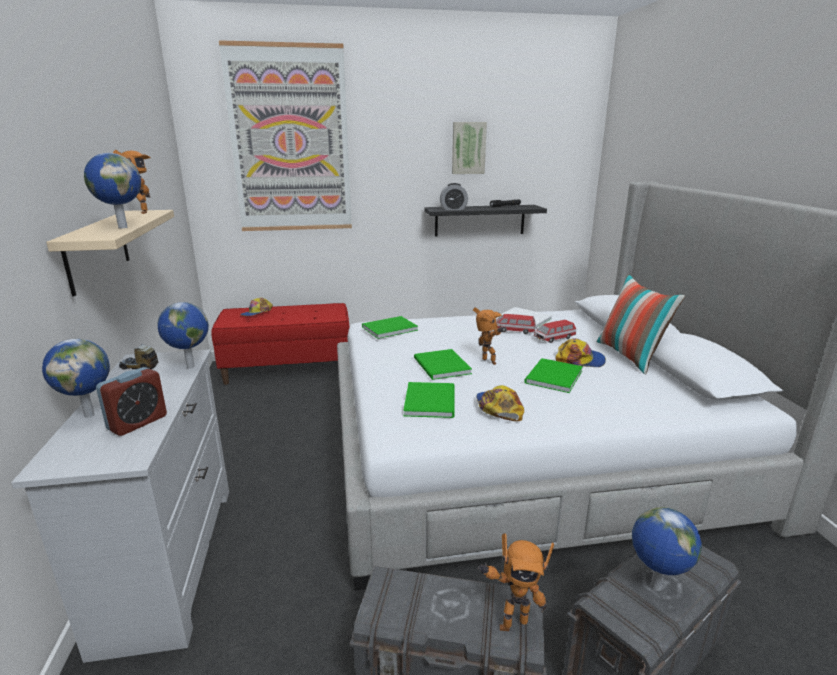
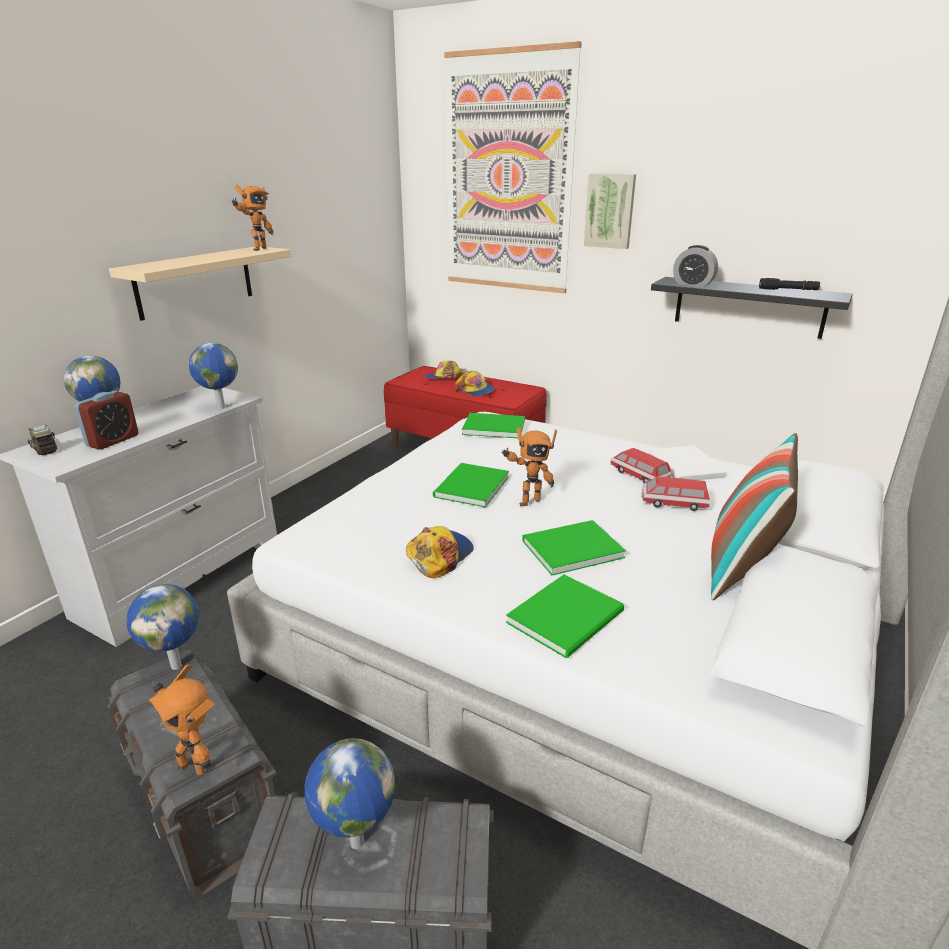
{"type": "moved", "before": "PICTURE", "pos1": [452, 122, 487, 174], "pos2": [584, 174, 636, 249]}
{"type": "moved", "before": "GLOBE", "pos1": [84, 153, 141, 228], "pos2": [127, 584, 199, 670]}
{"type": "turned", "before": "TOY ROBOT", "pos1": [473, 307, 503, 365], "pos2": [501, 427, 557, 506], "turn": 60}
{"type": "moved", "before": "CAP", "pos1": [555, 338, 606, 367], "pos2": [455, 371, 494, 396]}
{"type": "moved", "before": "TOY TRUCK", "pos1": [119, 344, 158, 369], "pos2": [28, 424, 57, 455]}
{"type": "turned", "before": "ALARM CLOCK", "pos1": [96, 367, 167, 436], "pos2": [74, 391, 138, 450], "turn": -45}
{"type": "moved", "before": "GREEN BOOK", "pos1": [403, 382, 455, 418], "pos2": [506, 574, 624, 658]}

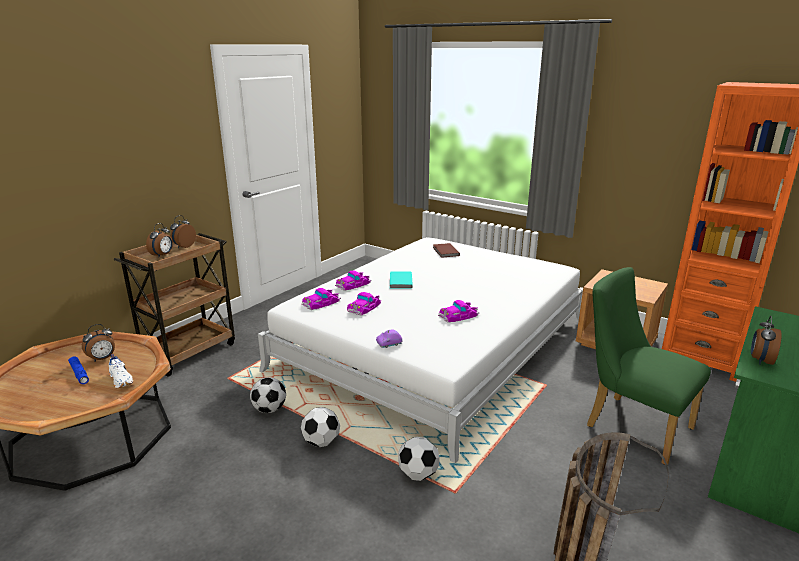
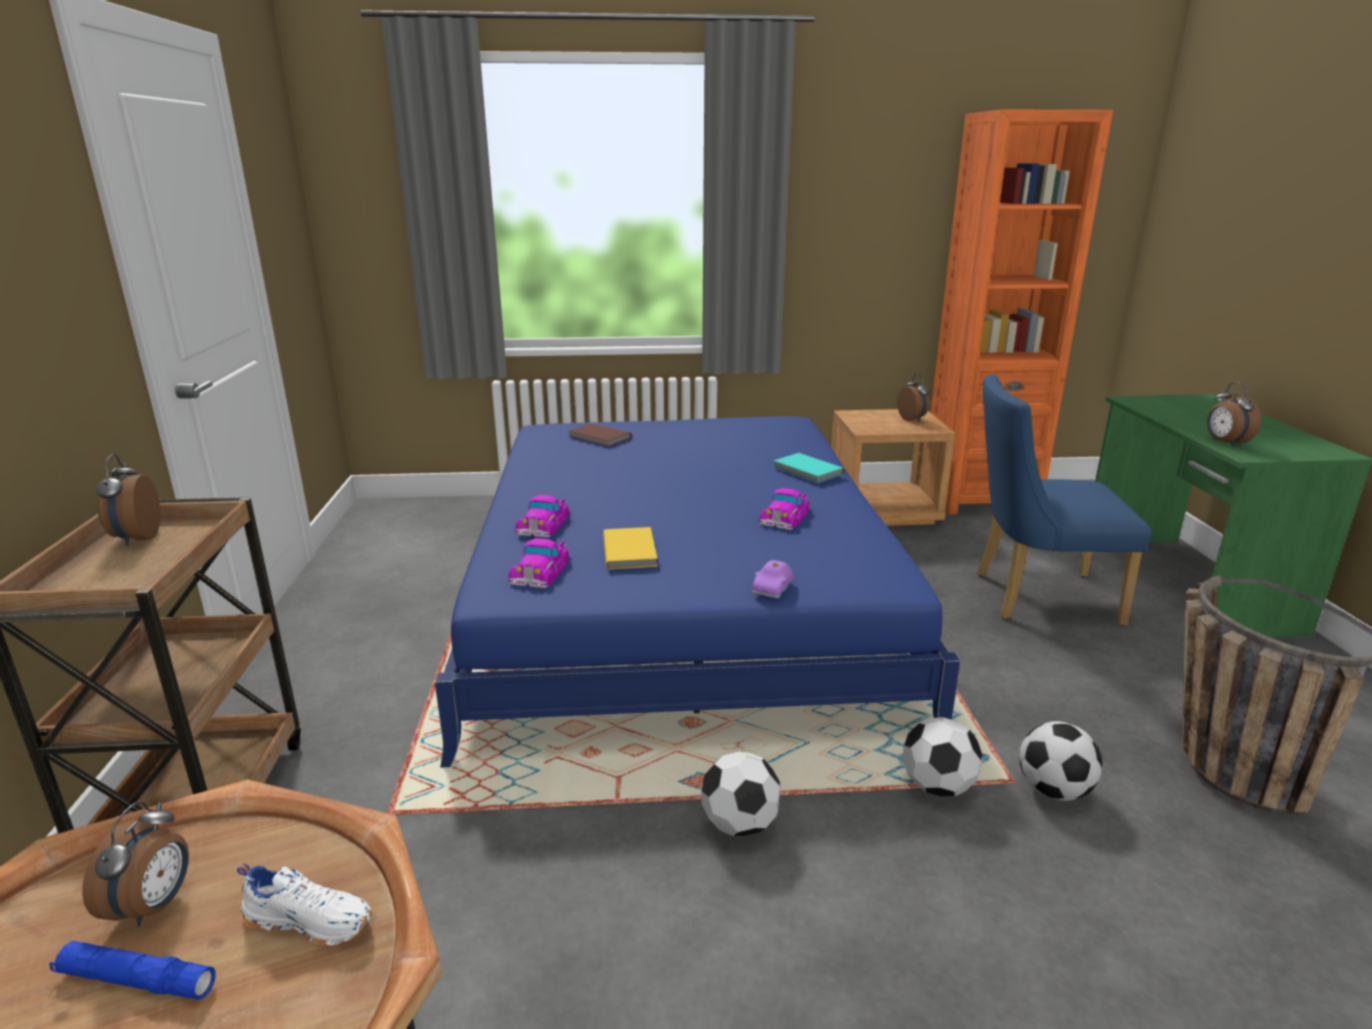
{"type": "moved", "before": "ALARM CLOCK", "pos1": [146, 223, 173, 258], "pos2": [897, 374, 929, 422]}
{"type": "recoloured", "before": "WHITE BED", "after": "BLUE BED", "pos1": [258, 237, 583, 463], "pos2": [435, 416, 961, 767]}
{"type": "recoloured", "before": "GREEN CHAIR", "after": "BLUE CHAIR", "pos1": [587, 267, 711, 465], "pos2": [977, 374, 1152, 626]}
{"type": "moved", "before": "TURQUOISE BOOK", "pos1": [390, 271, 413, 288], "pos2": [773, 453, 844, 483]}
{"type": "replaced", "before": "TOY CAR", "after": "YELLOW BOOK", "pos1": [347, 292, 381, 315], "pos2": [603, 527, 658, 570]}
{"type": "moved", "before": "FOOTBALL", "pos1": [250, 377, 286, 413], "pos2": [1020, 721, 1102, 801]}

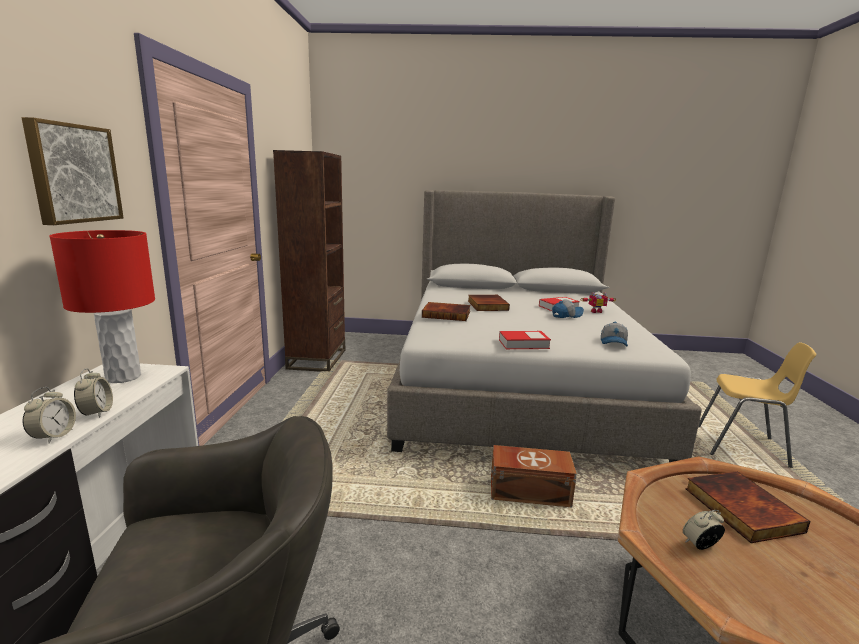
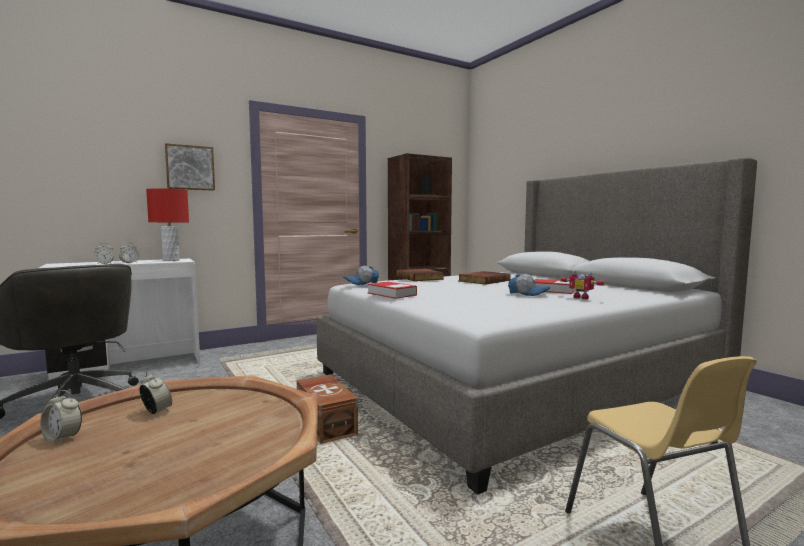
{"type": "moved", "before": "CAP", "pos1": [601, 322, 628, 347], "pos2": [343, 266, 379, 285]}
{"type": "removed", "before": "BOOK", "pos1": [685, 471, 811, 543]}
{"type": "added", "after": "ALARM CLOCK", "pos2": [40, 390, 82, 444]}

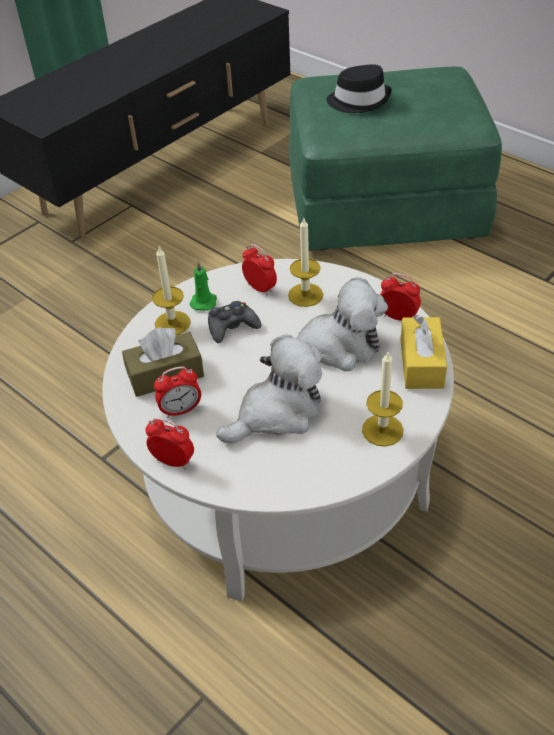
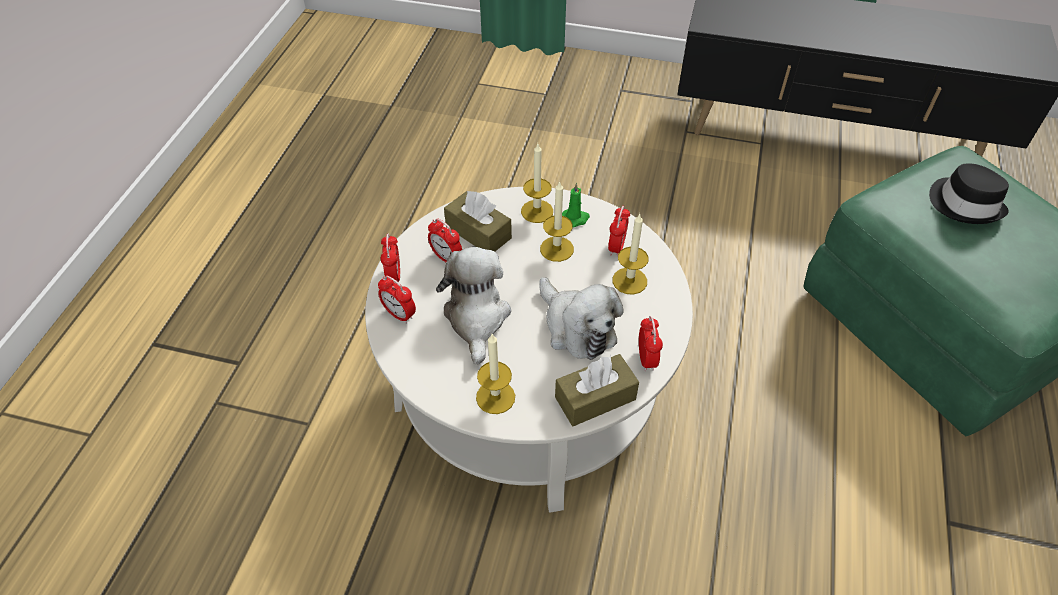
{"type": "replaced", "before": "BLACK GAME CONTROLLER", "after": "CANDLE", "pos1": [208, 301, 261, 343], "pos2": [540, 181, 574, 262]}
{"type": "recoloured", "before": "YELLOW TISSUE BOX", "after": "BROWN TISSUE BOX", "pos1": [400, 315, 447, 389], "pos2": [555, 354, 639, 426]}
{"type": "turned", "before": "PLUSH TOY", "pos1": [216, 334, 322, 444], "pos2": [436, 247, 511, 365], "turn": -120}
{"type": "added", "after": "ALARM CLOCK", "pos2": [378, 276, 416, 324]}

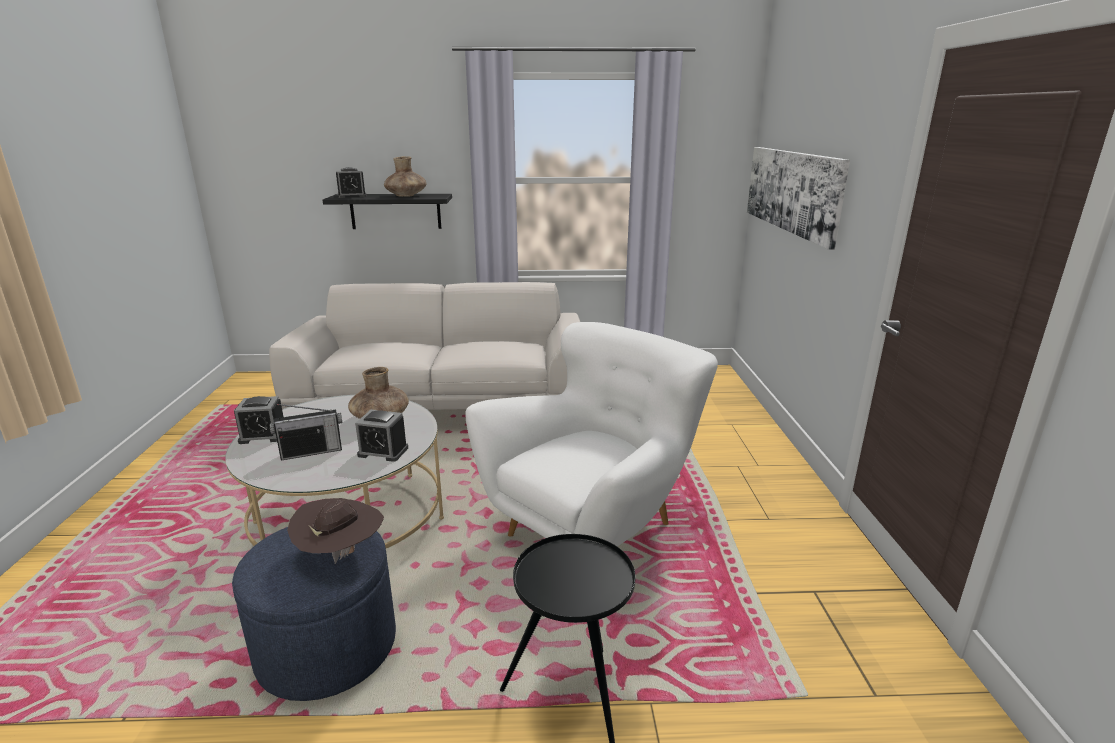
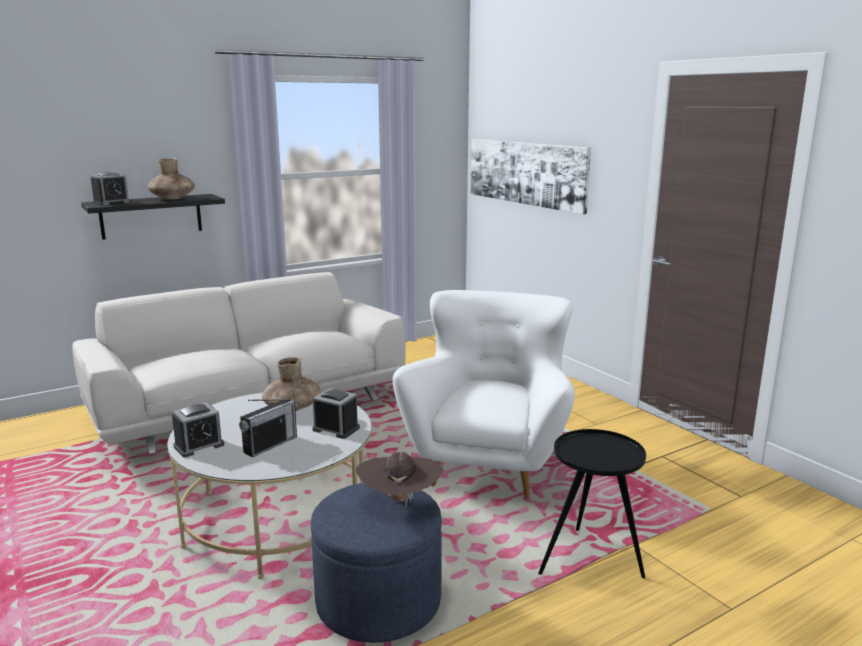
{"type": "turned", "before": "ALARM CLOCK", "pos1": [355, 410, 408, 462], "pos2": [312, 388, 360, 439], "turn": -135}

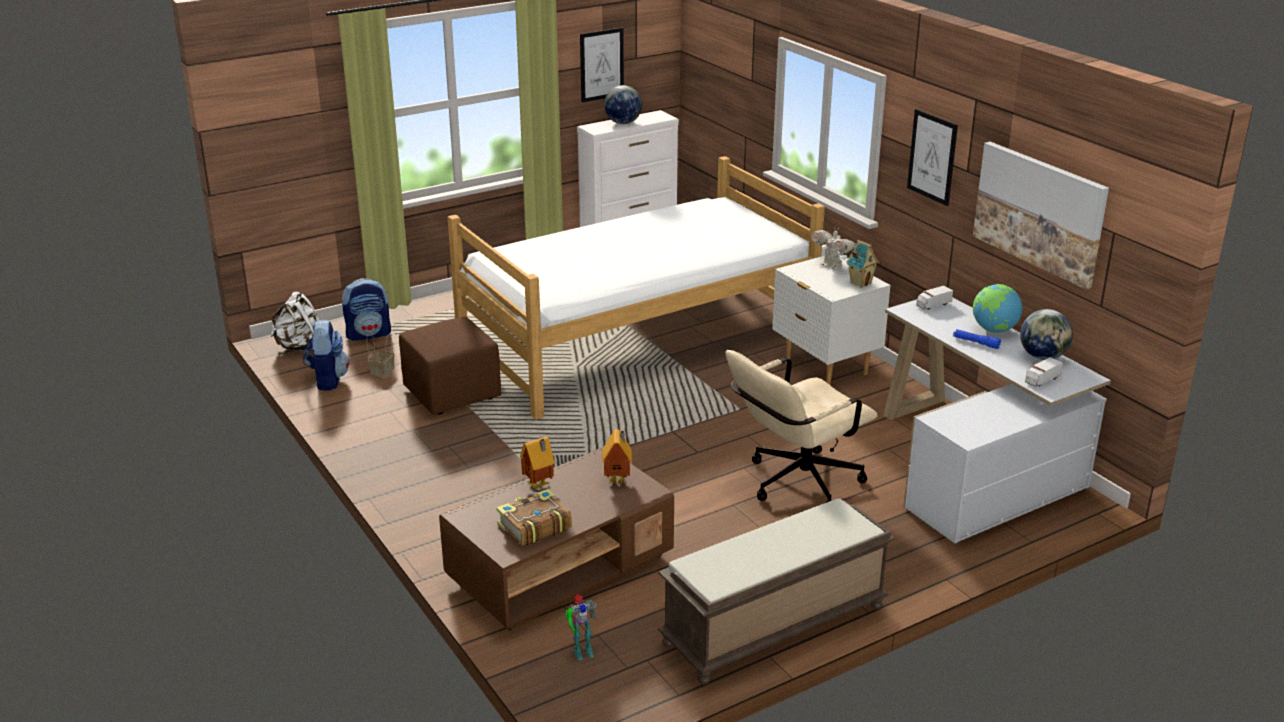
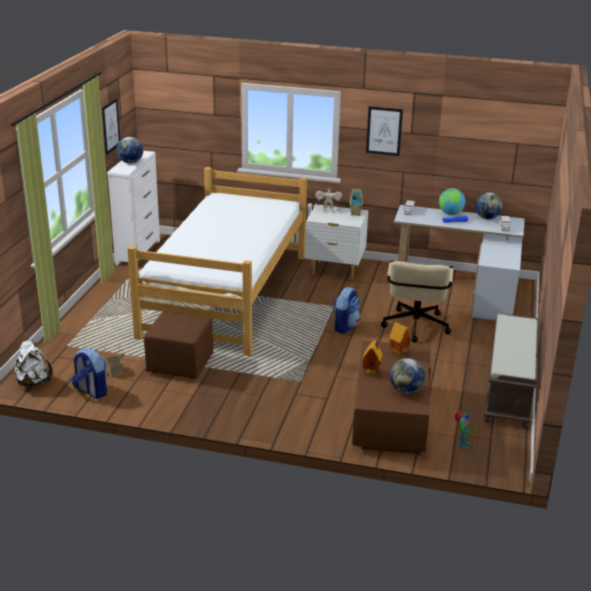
{"type": "removed", "before": "PICTURE", "pos1": [973, 142, 1109, 289]}
{"type": "moved", "before": "BACKPACK", "pos1": [342, 278, 391, 341], "pos2": [333, 287, 360, 334]}
{"type": "replaced", "before": "BOOK", "after": "GLOBE", "pos1": [496, 489, 572, 546], "pos2": [390, 358, 425, 394]}

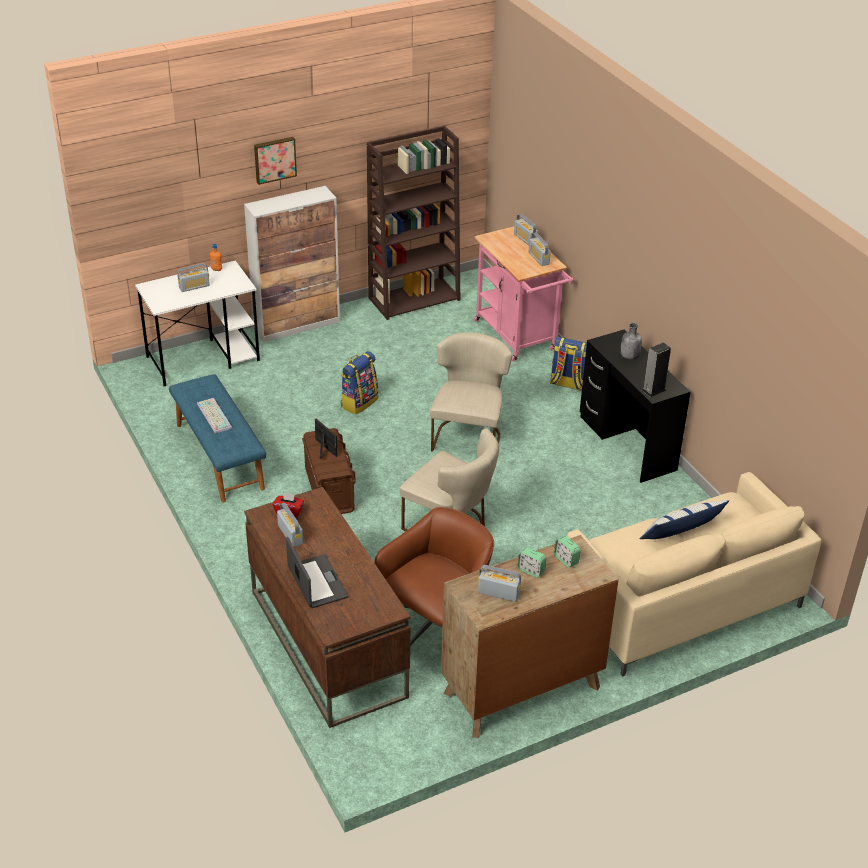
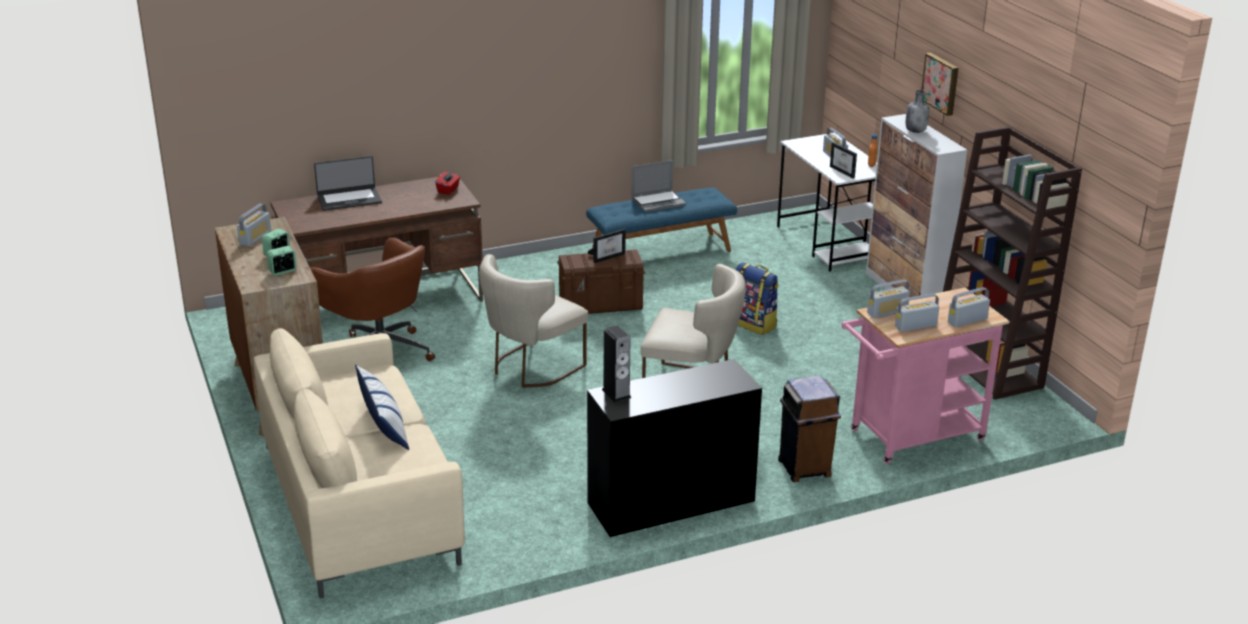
{"type": "moved", "before": "GREY BOTTLE", "pos1": [621, 323, 642, 360], "pos2": [906, 90, 929, 133]}
{"type": "replaced", "before": "BACKPACK", "after": "BROWN TRASH CAN", "pos1": [550, 337, 587, 391], "pos2": [778, 375, 841, 482]}
{"type": "replaced", "before": "KEYBOARD", "after": "LAPTOP", "pos1": [197, 398, 232, 433], "pos2": [631, 160, 686, 212]}
{"type": "moved", "before": "RADIO", "pos1": [277, 503, 303, 547], "pos2": [867, 279, 910, 318]}
{"type": "added", "after": "PICTURE FRAME", "pos2": [830, 142, 857, 179]}

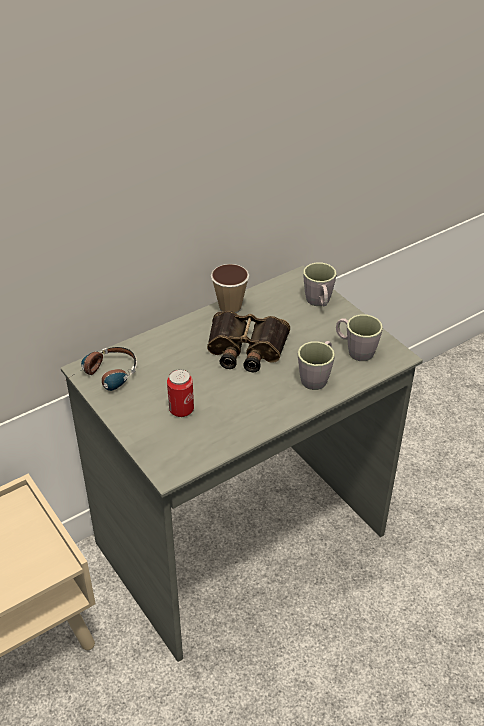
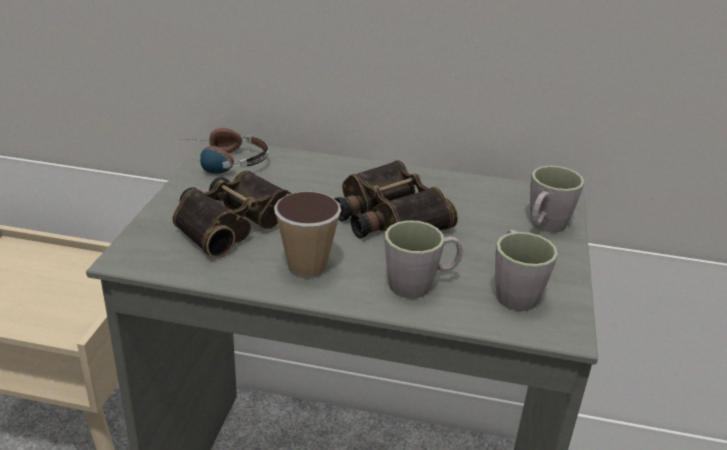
{"type": "moved", "before": "CUP", "pos1": [211, 264, 249, 313], "pos2": [274, 191, 342, 278]}
{"type": "replaced", "before": "CAN", "after": "BINOCULARS", "pos1": [167, 369, 194, 417], "pos2": [172, 170, 292, 258]}

